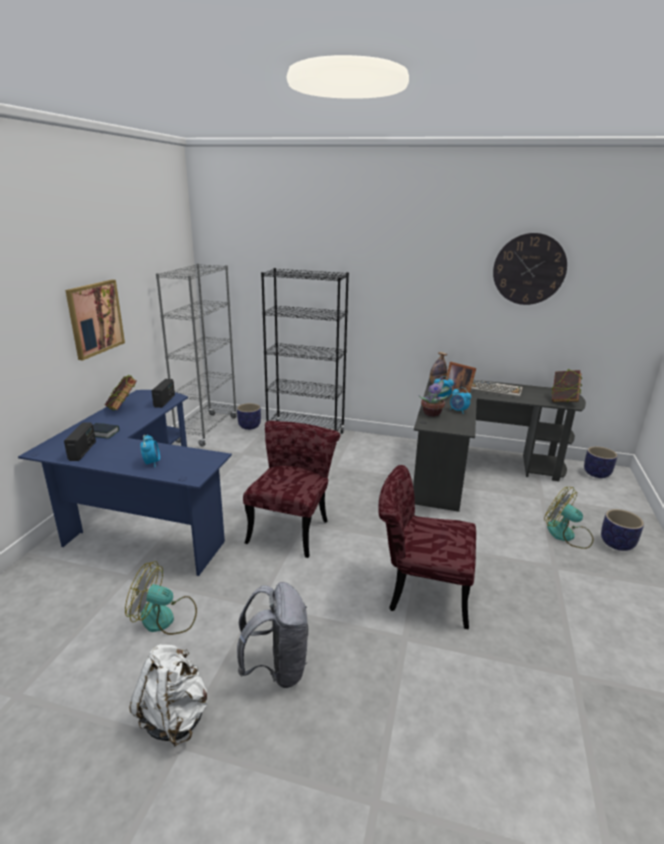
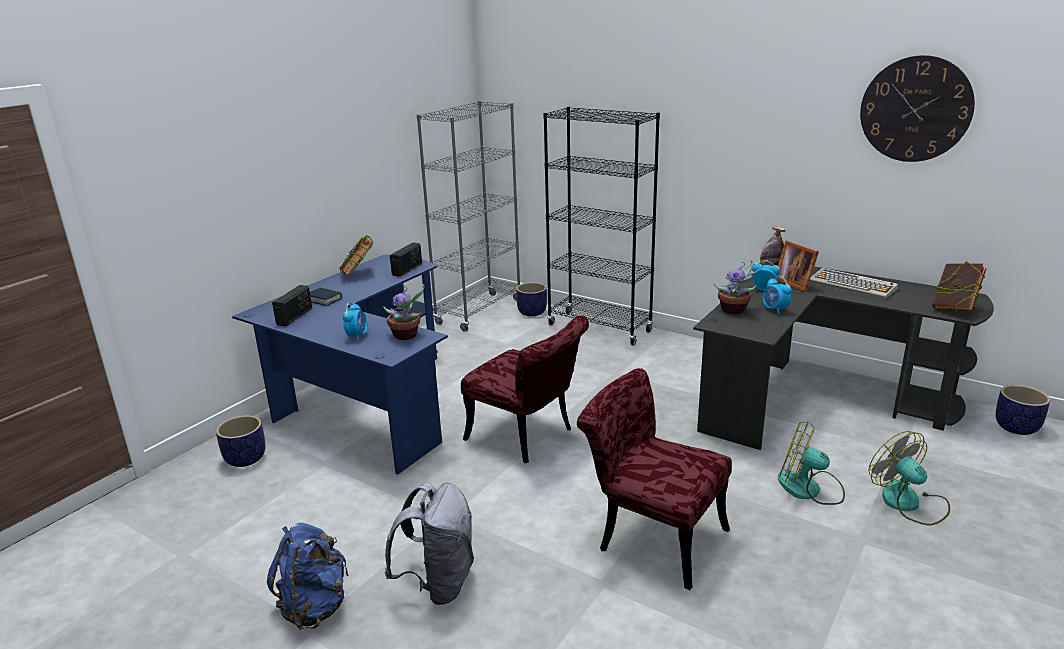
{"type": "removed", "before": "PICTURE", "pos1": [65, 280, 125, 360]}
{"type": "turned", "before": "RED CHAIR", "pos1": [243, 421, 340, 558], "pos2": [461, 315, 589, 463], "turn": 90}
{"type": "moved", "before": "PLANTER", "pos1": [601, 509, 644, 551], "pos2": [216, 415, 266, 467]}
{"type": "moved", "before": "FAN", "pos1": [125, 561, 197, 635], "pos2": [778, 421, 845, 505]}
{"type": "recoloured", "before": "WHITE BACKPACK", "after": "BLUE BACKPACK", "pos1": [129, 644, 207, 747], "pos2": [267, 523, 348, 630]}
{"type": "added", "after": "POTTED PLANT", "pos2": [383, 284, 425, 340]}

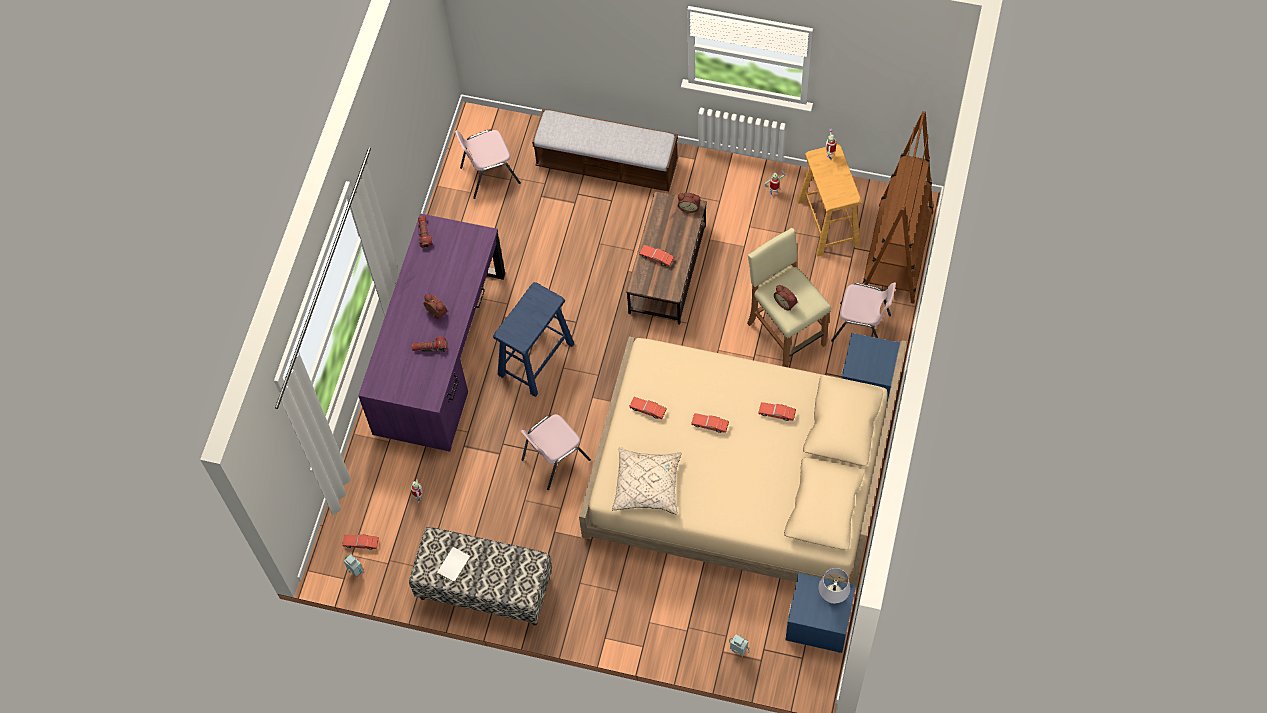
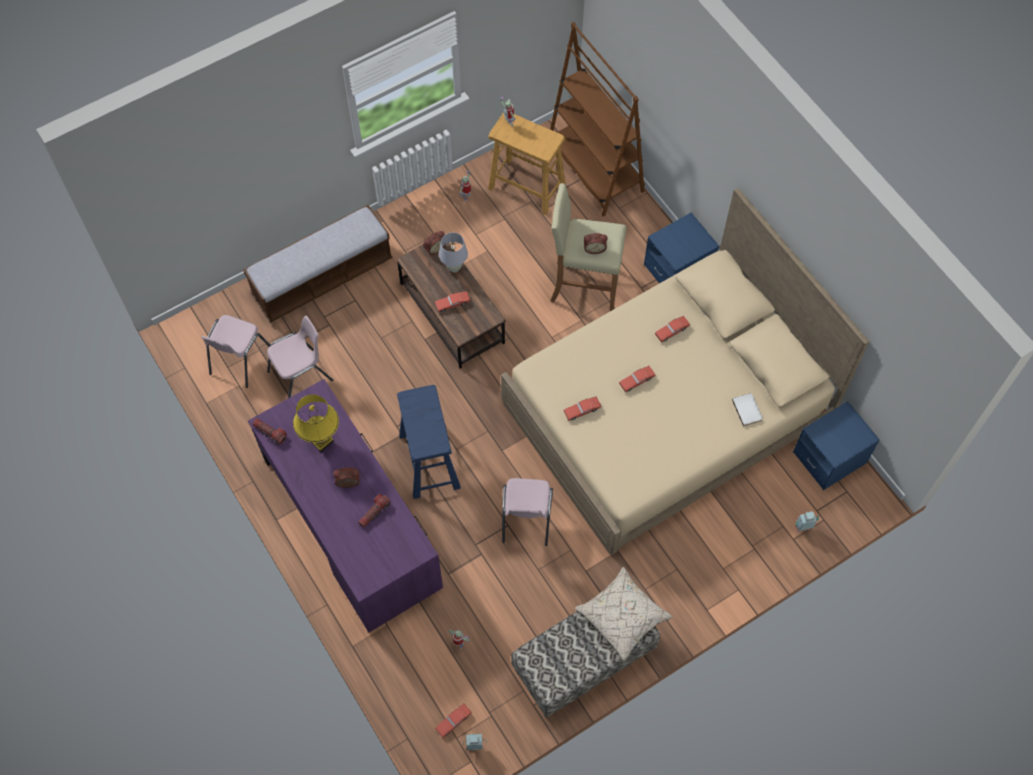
{"type": "moved", "before": "PINK CHAIR", "pos1": [831, 282, 896, 342], "pos2": [267, 316, 333, 398]}
{"type": "moved", "before": "BEIGE PILLOW", "pos1": [612, 447, 681, 514], "pos2": [575, 567, 673, 661]}
{"type": "moved", "before": "WHITE BOOK", "pos1": [437, 547, 470, 583], "pos2": [732, 393, 763, 427]}
{"type": "moved", "before": "WHITE TABLE LAMP", "pos1": [818, 568, 851, 604], "pos2": [439, 232, 468, 272]}
{"type": "added", "after": "YELLOW TABLE LAMP", "pos2": [293, 395, 339, 452]}

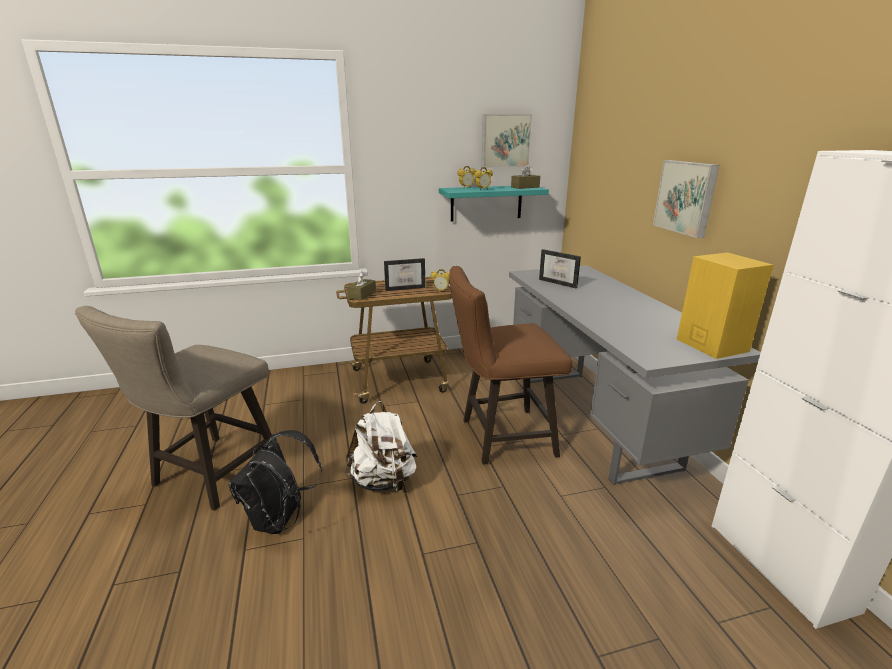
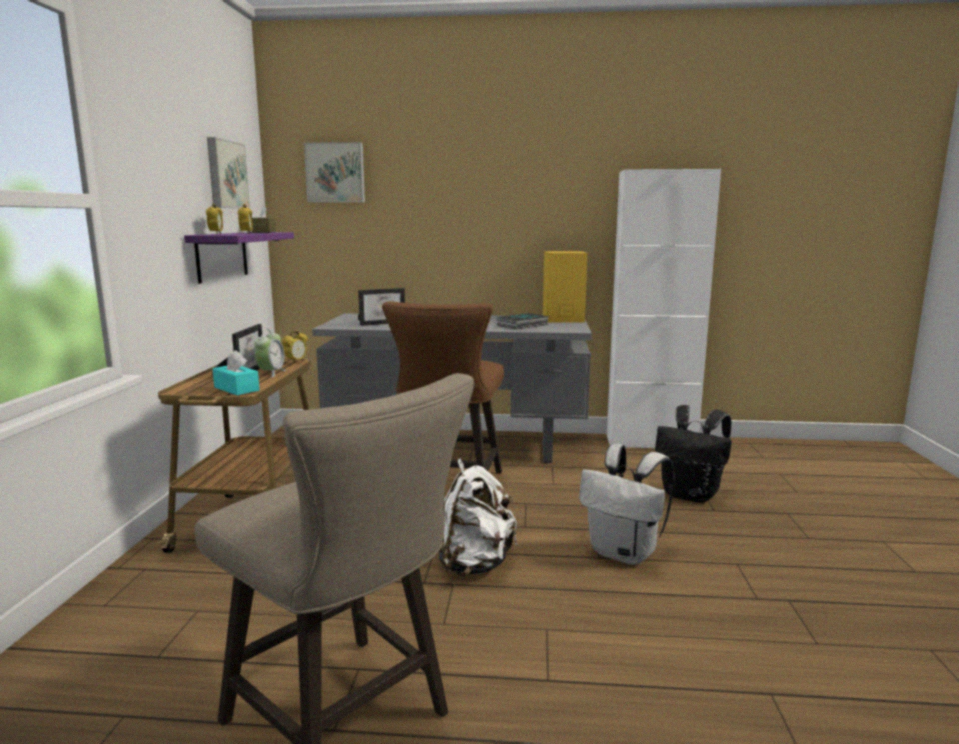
{"type": "moved", "before": "PICTURE", "pos1": [653, 160, 719, 238], "pos2": [304, 142, 365, 202]}
{"type": "recoloured", "before": "TURQUOISE SHELF", "after": "PURPLE SHELF", "pos1": [439, 186, 549, 222], "pos2": [184, 232, 294, 284]}
{"type": "recoloured", "before": "BROWN TISSUE BOX", "after": "TURQUOISE TISSUE BOX", "pos1": [347, 272, 376, 301], "pos2": [213, 350, 259, 395]}
{"type": "moved", "before": "BLACK BACKPACK", "pos1": [229, 430, 322, 534], "pos2": [655, 405, 732, 503]}
{"type": "added", "after": "BOOK", "pos2": [497, 313, 549, 329]}
{"type": "added", "after": "ALARM CLOCK", "pos2": [254, 329, 286, 377]}
{"type": "added", "after": "WHITE BACKPACK", "pos2": [579, 444, 675, 565]}

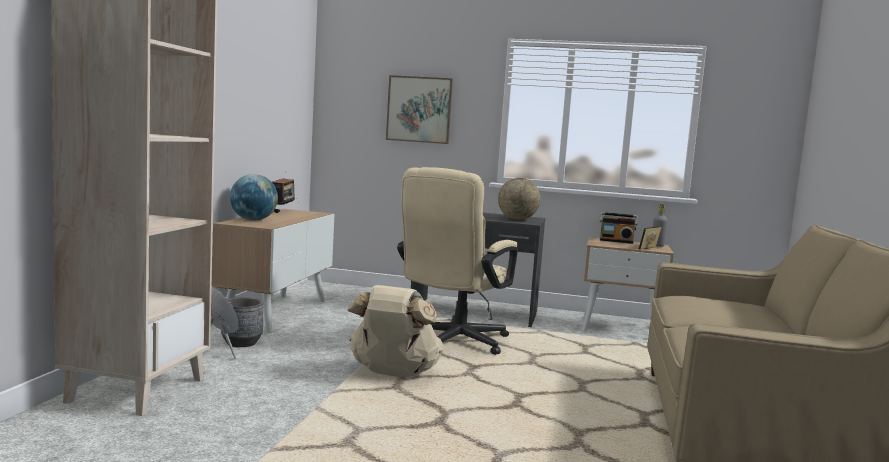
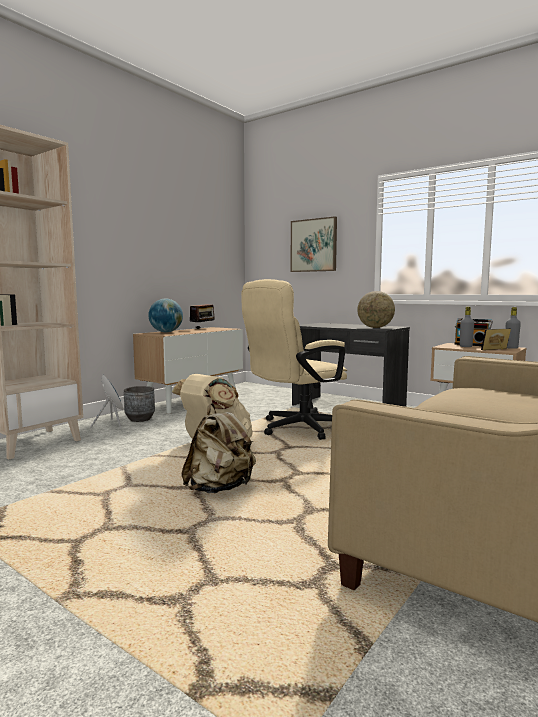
{"type": "added", "after": "GREY BOTTLE", "pos2": [460, 307, 474, 347]}
{"type": "added", "after": "BEIGE BACKPACK", "pos2": [181, 403, 256, 493]}

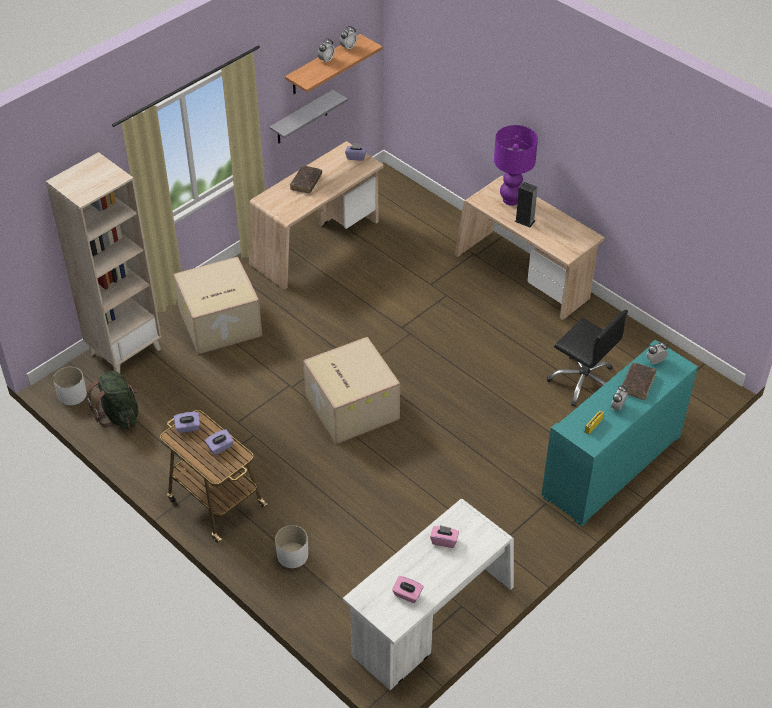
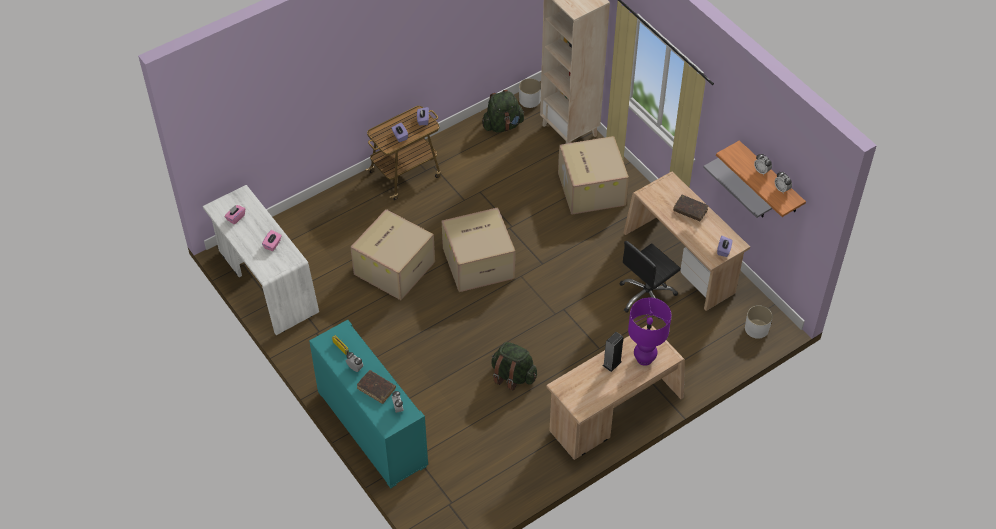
{"type": "moved", "before": "BLACK OFFICE CHAIR", "pos1": [547, 310, 628, 407], "pos2": [619, 241, 681, 319]}
{"type": "moved", "before": "WHITE PLANTER", "pos1": [275, 525, 308, 568], "pos2": [745, 305, 773, 339]}
{"type": "added", "after": "CARDBOARD BOX", "pos2": [350, 209, 435, 300]}
{"type": "added", "after": "GREEN BACKPACK", "pos2": [491, 342, 537, 390]}

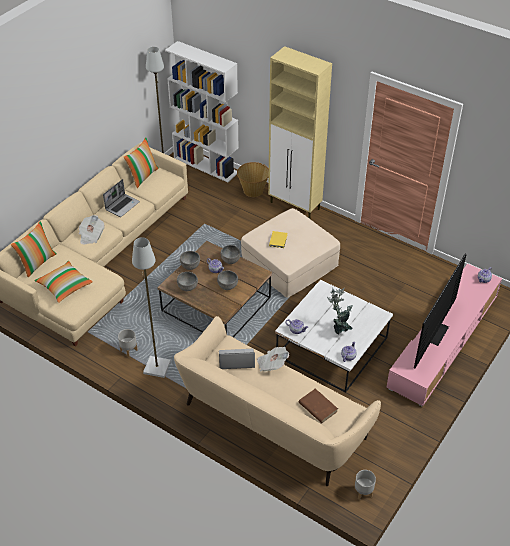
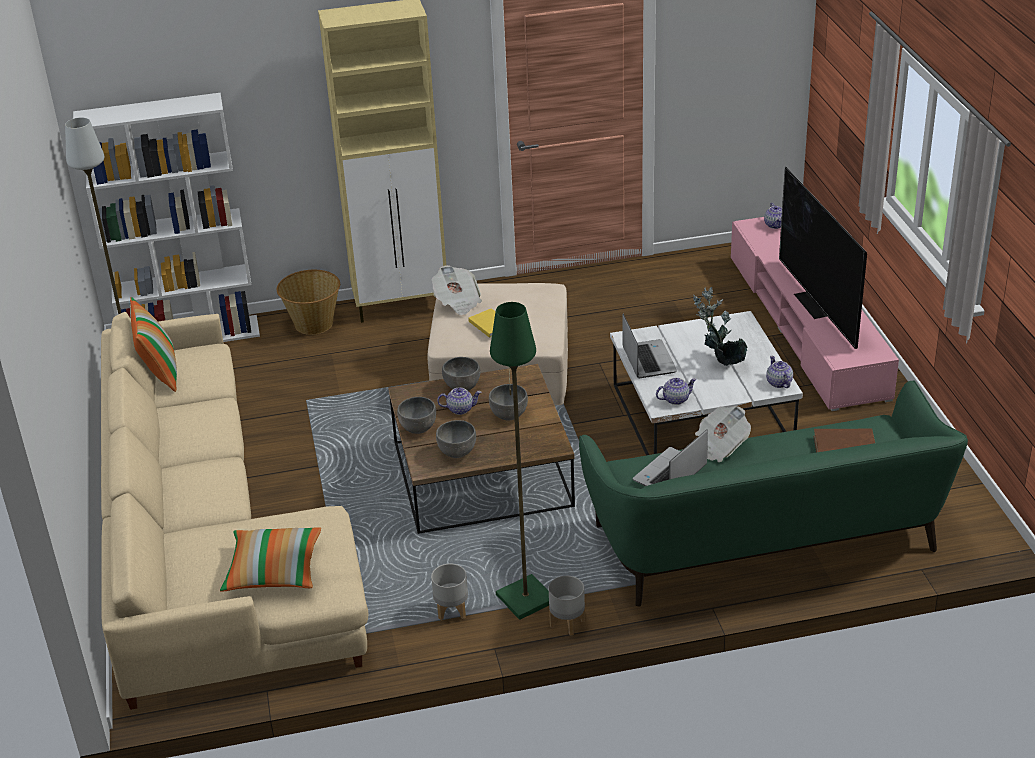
{"type": "moved", "before": "LAPTOP", "pos1": [103, 179, 140, 217], "pos2": [622, 314, 677, 378]}
{"type": "moved", "before": "NEWSPAPER", "pos1": [79, 215, 105, 244], "pos2": [432, 265, 482, 316]}
{"type": "removed", "before": "PILLOW", "pos1": [11, 221, 56, 277]}
{"type": "recoloured", "before": "GREY FLOOR LAMP", "after": "GREEN FLOOR LAMP", "pos1": [132, 237, 171, 378], "pos2": [490, 302, 549, 620]}
{"type": "recoloured", "before": "BEIGE SOFA", "after": "GREEN SOFA", "pos1": [174, 316, 381, 486], "pos2": [579, 380, 968, 607]}
{"type": "moved", "before": "GREY PLANTER", "pos1": [355, 470, 376, 500], "pos2": [549, 576, 585, 636]}

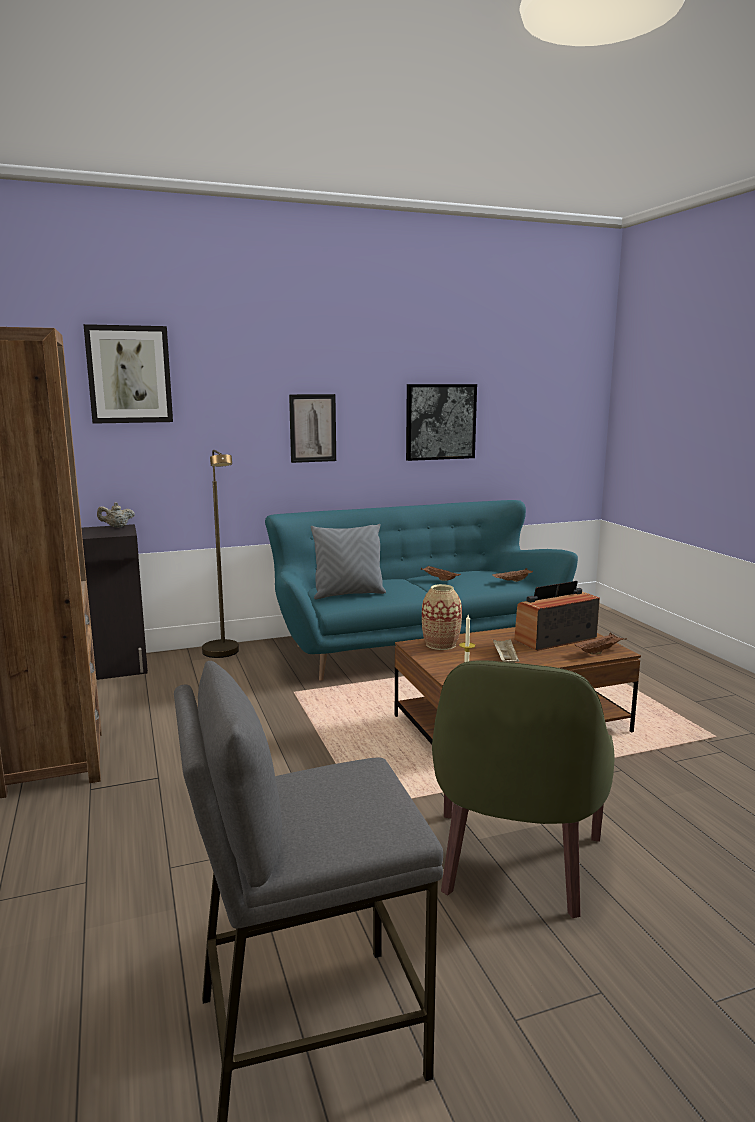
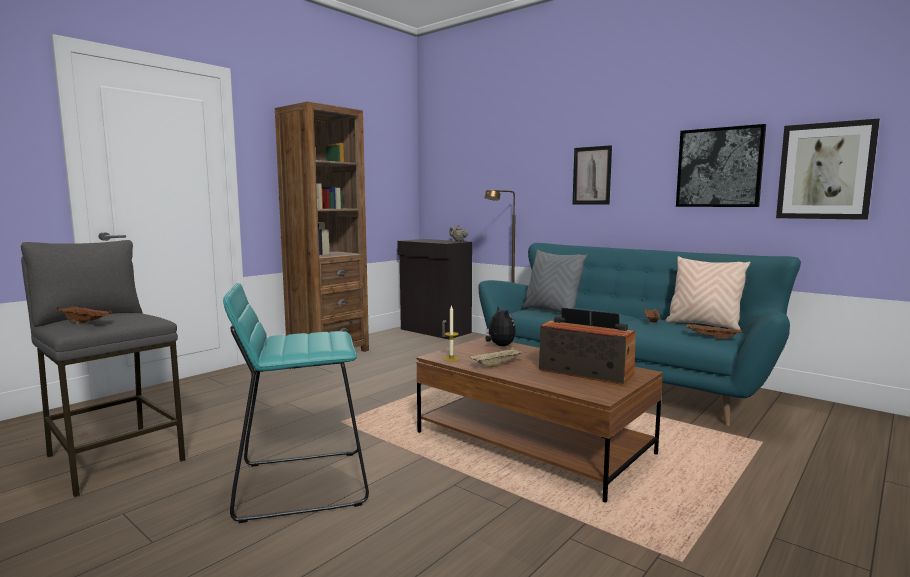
{"type": "moved", "before": "PICTURE", "pos1": [83, 324, 173, 424], "pos2": [776, 119, 880, 220]}
{"type": "replaced", "before": "VASE", "after": "PLUSH TOY", "pos1": [422, 584, 462, 650], "pos2": [486, 305, 516, 346]}
{"type": "moved", "before": "BROWN TRAY", "pos1": [574, 633, 625, 655], "pos2": [57, 306, 112, 324]}
{"type": "replaced", "before": "GREEN ARMCHAIR", "after": "TURQUOISE STOOL", "pos1": [432, 660, 614, 918], "pos2": [223, 283, 369, 523]}
{"type": "added", "after": "BEIGE PILLOW", "pos2": [665, 256, 750, 330]}

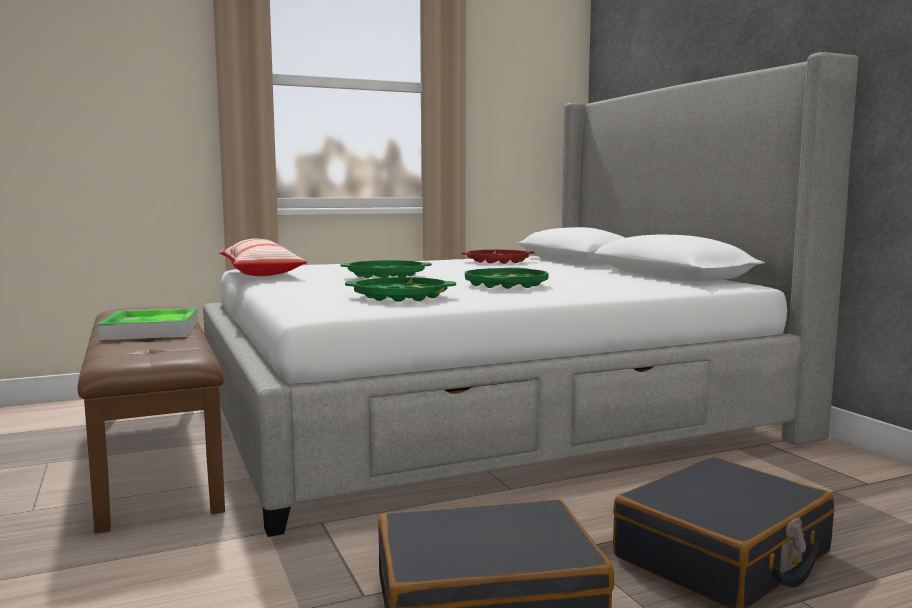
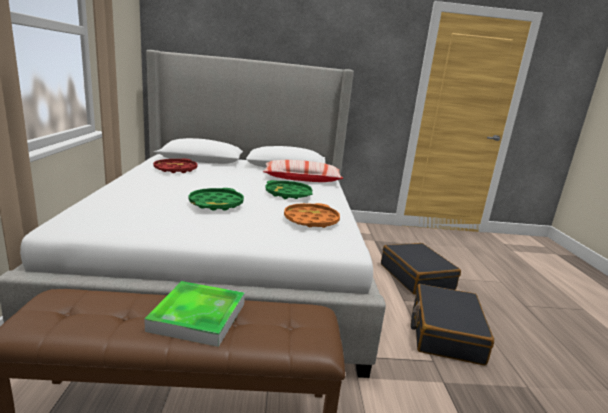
{"type": "moved", "before": "PILLOW", "pos1": [219, 239, 307, 276], "pos2": [263, 160, 343, 182]}
{"type": "recoloured", "before": "GREEN TRAY", "after": "ORANGE TRAY", "pos1": [345, 277, 456, 302], "pos2": [284, 203, 340, 228]}

